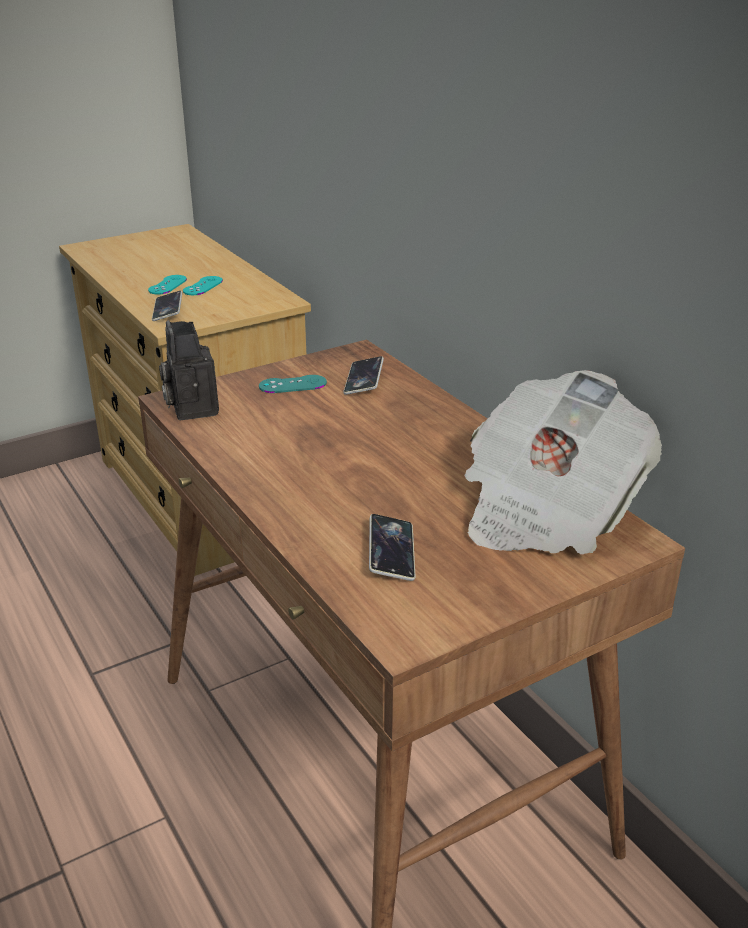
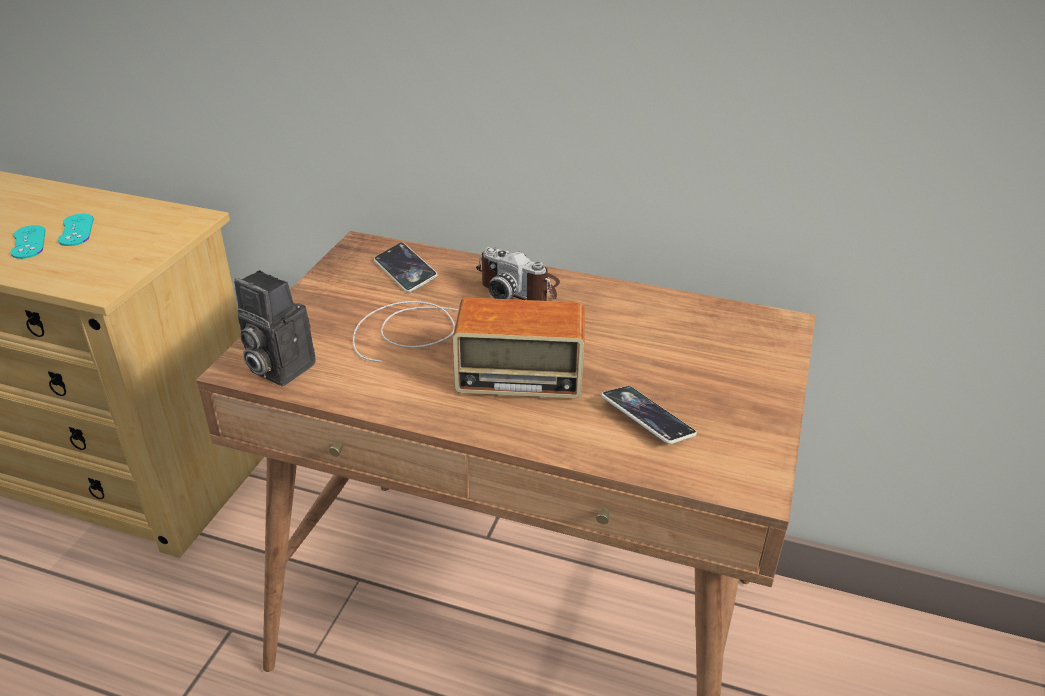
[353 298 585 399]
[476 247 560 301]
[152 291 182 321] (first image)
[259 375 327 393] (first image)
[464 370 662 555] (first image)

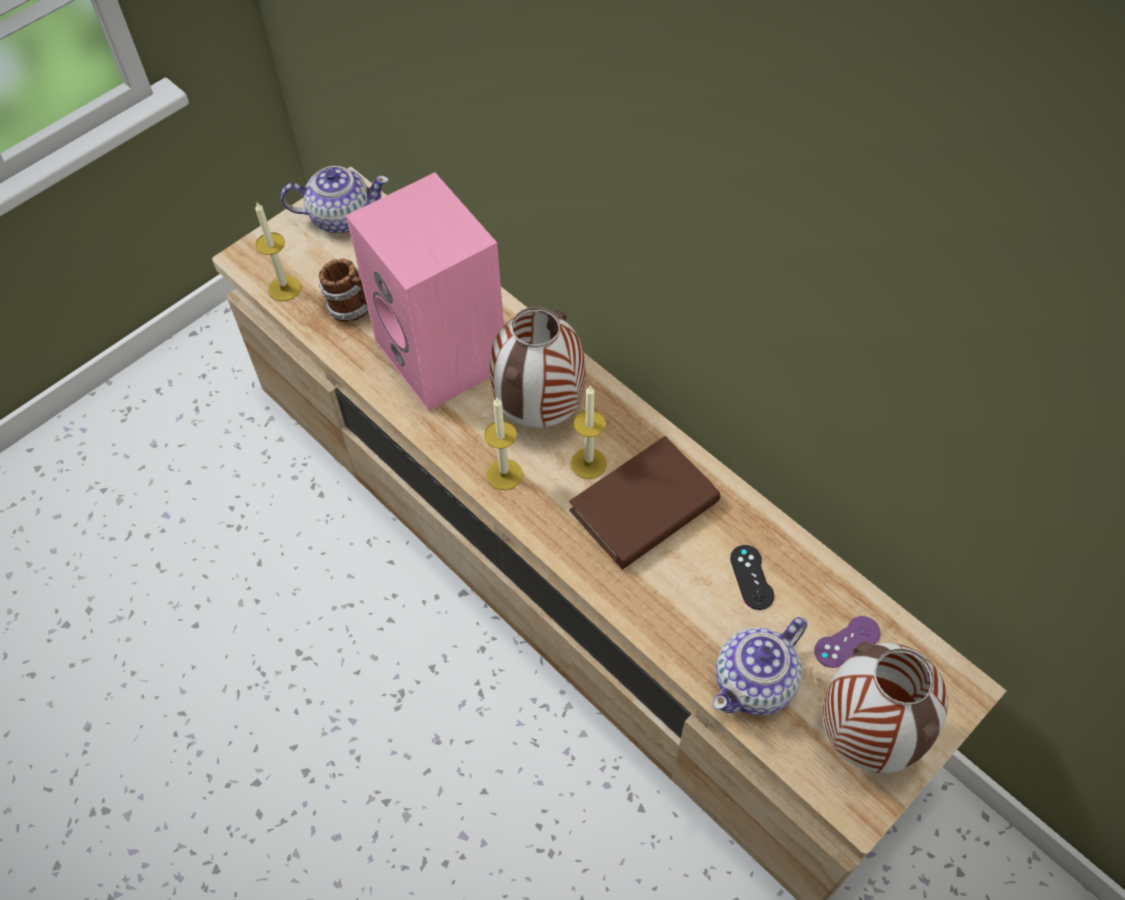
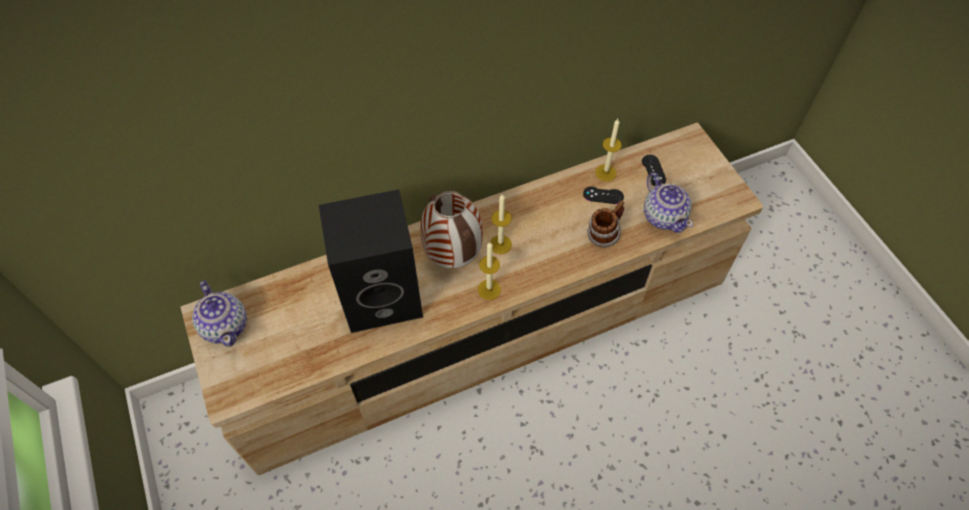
[192 281 247 347]
[319 189 423 333]
[587 200 624 248]
[595 119 622 181]
[642 155 666 186]
[569 436 720 569] (first image)
[822 641 948 773] (first image)

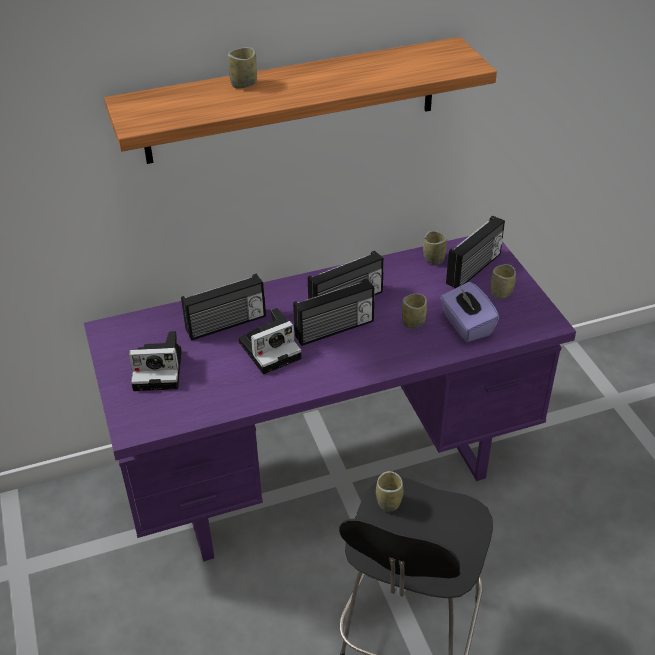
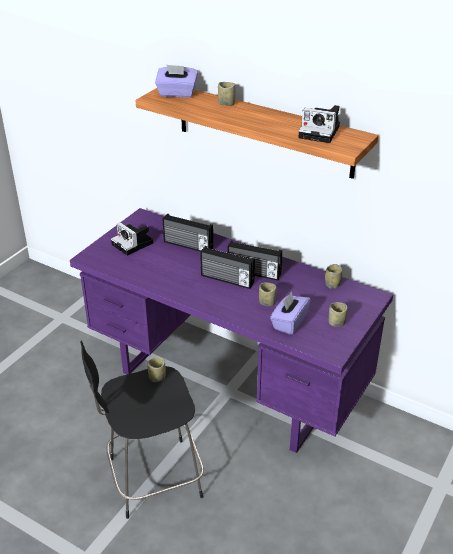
[155 65 198 98]
[298 105 340 143]
[446 215 505 288] (first image)

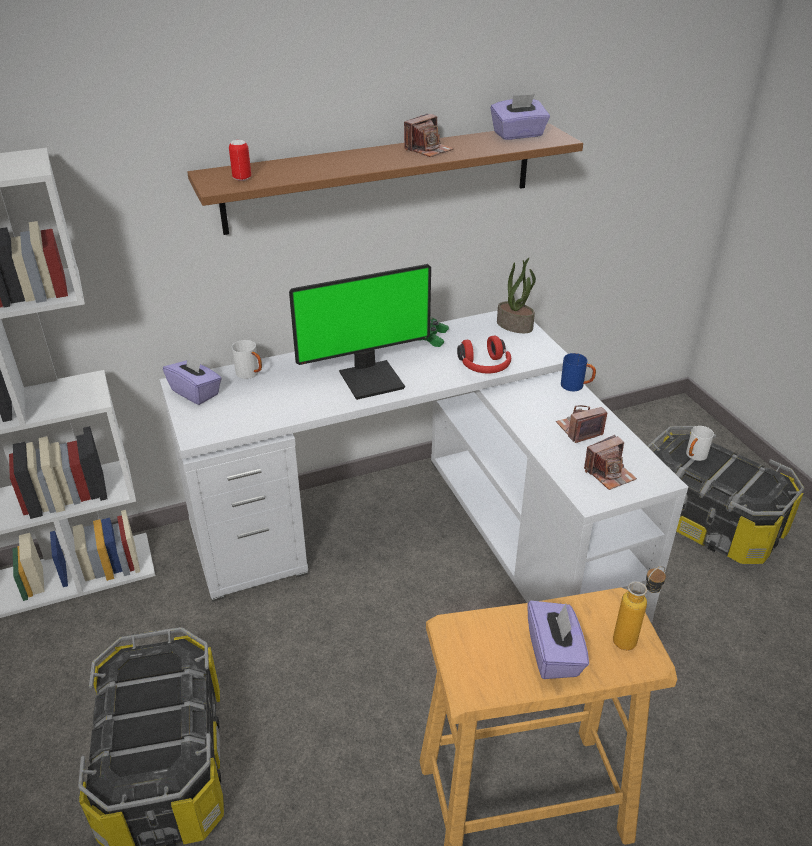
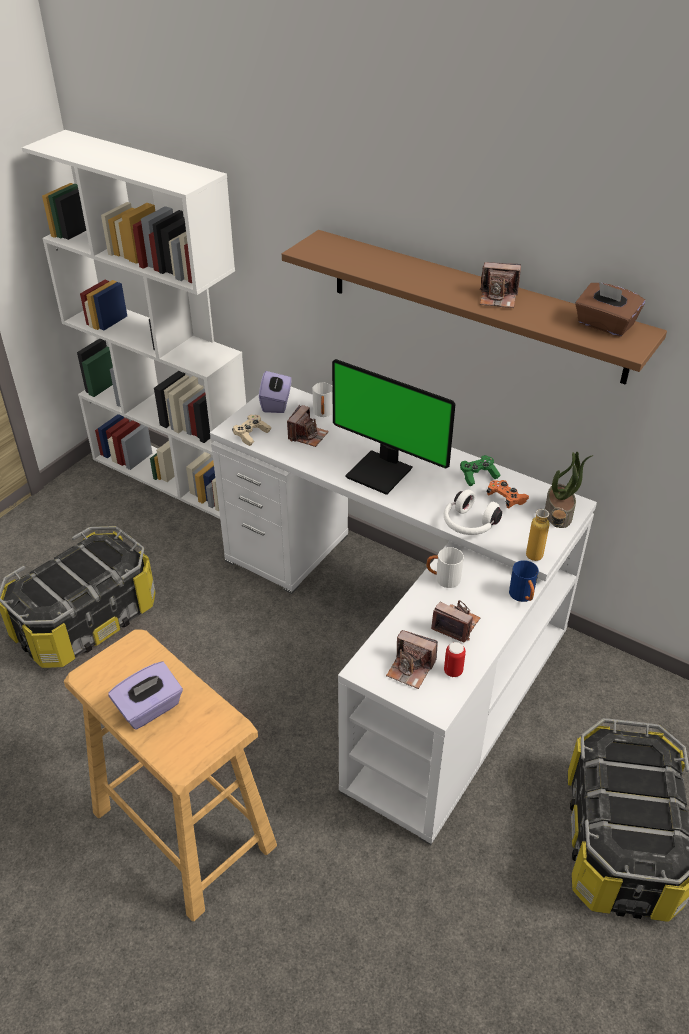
[232 415 271 446]
[287 405 329 447]
[427 547 464 588]
[444 489 502 535]
[444 642 466 677]
[487 480 529 509]
[526 508 567 561]
[575 282 645 337]

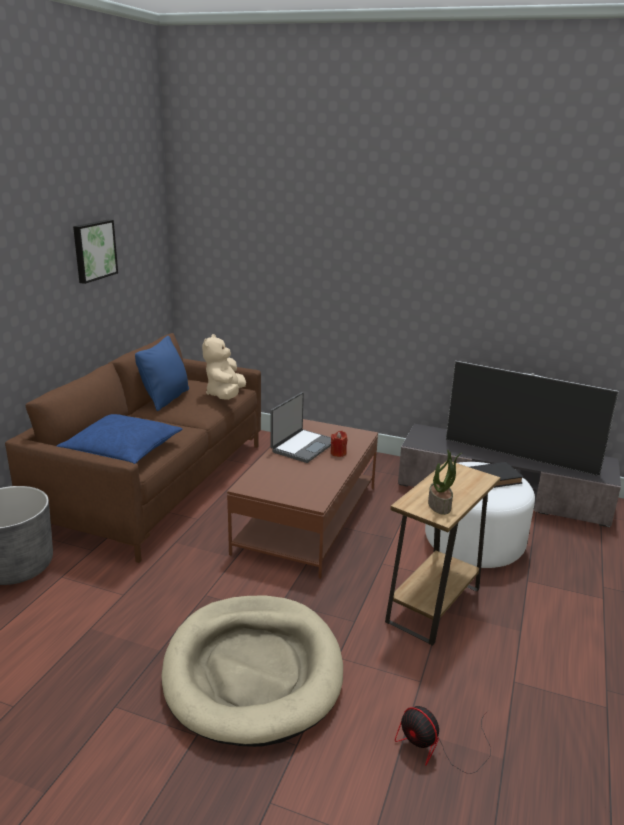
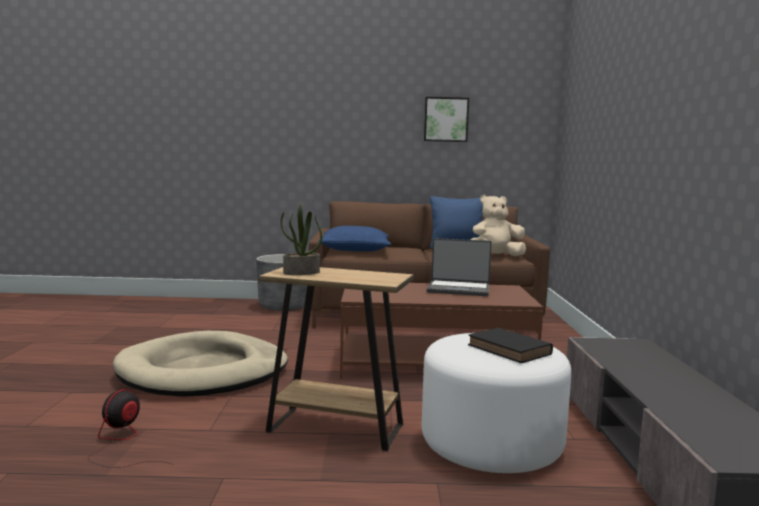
[331 431 347 457] (first image)
[446 361 619 476] (first image)

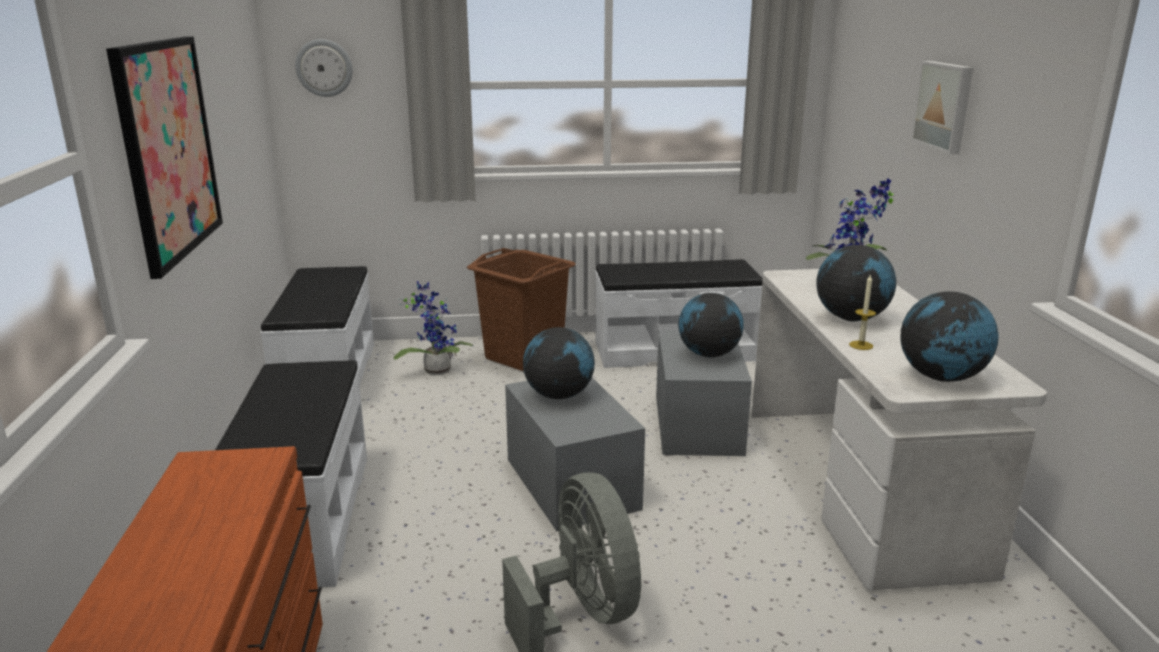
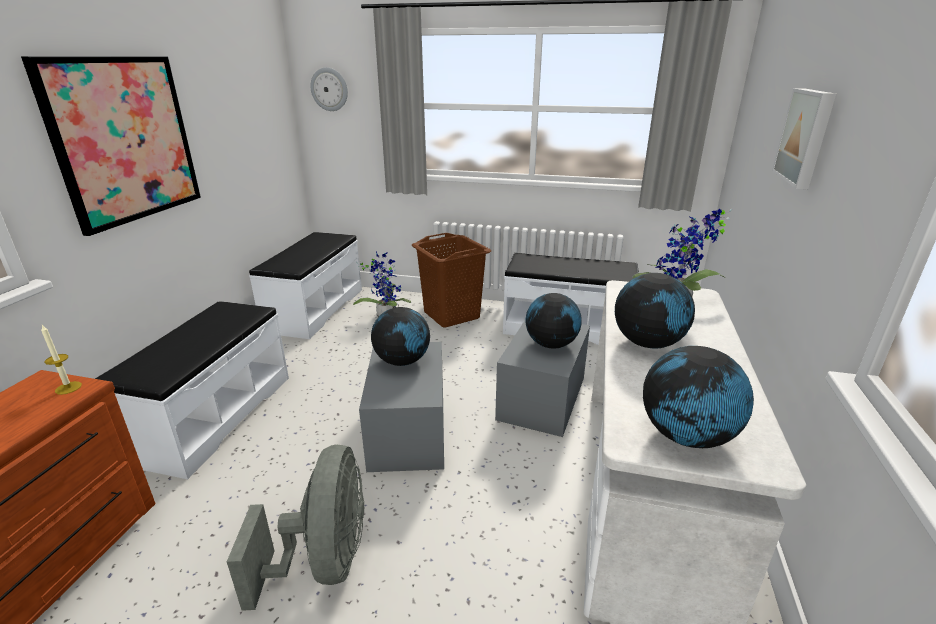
[41 325 82 395]

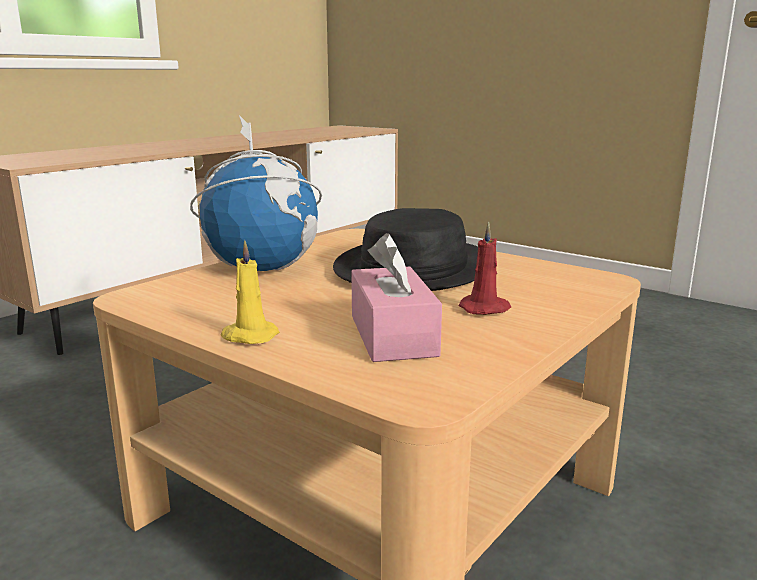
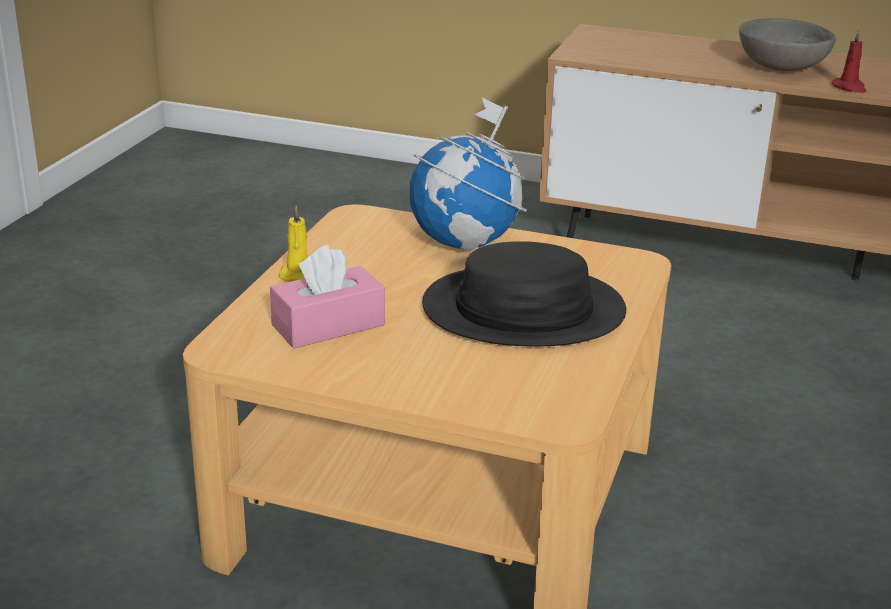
[739 18 836 71]
[832 30 866 93]

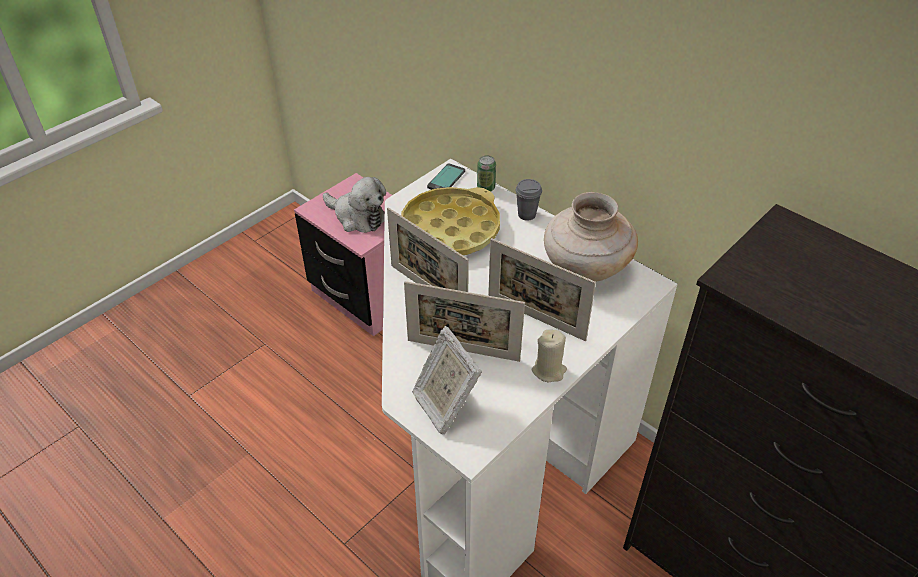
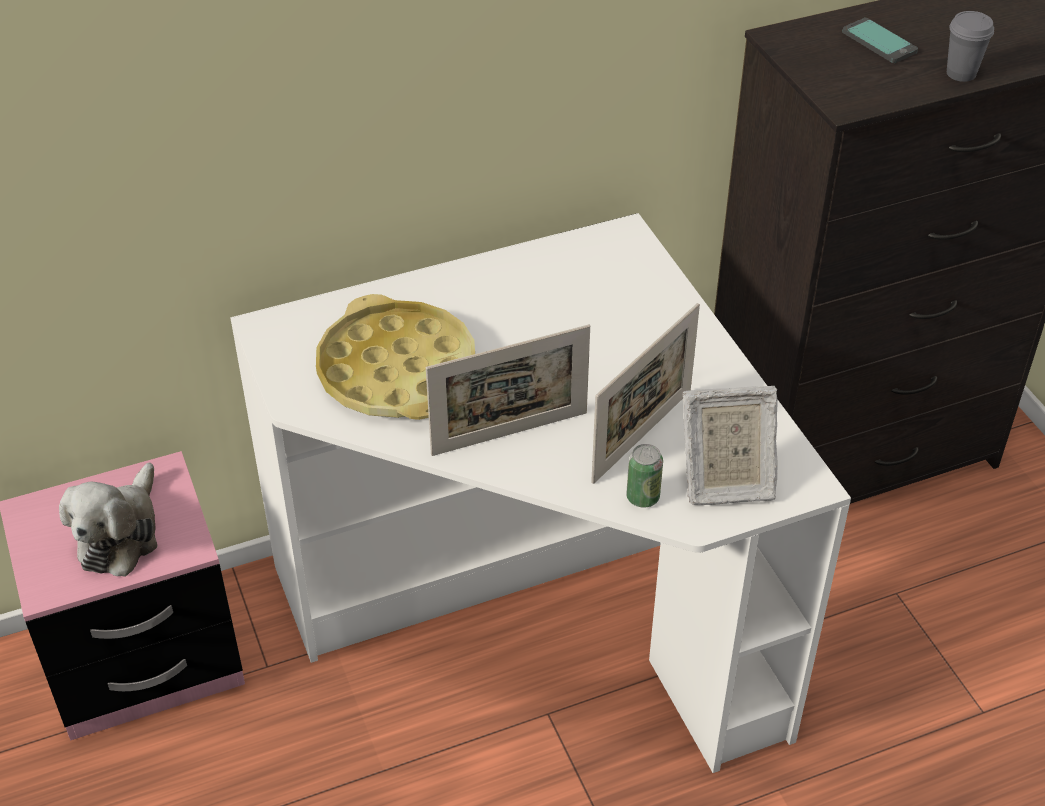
[59 463 158 577]
[626 444 663 508]
[842 18 918 63]
[947 11 994 82]
[488 238 596 341] (first image)
[532 330 567 382] (first image)
[544 192 638 282] (first image)

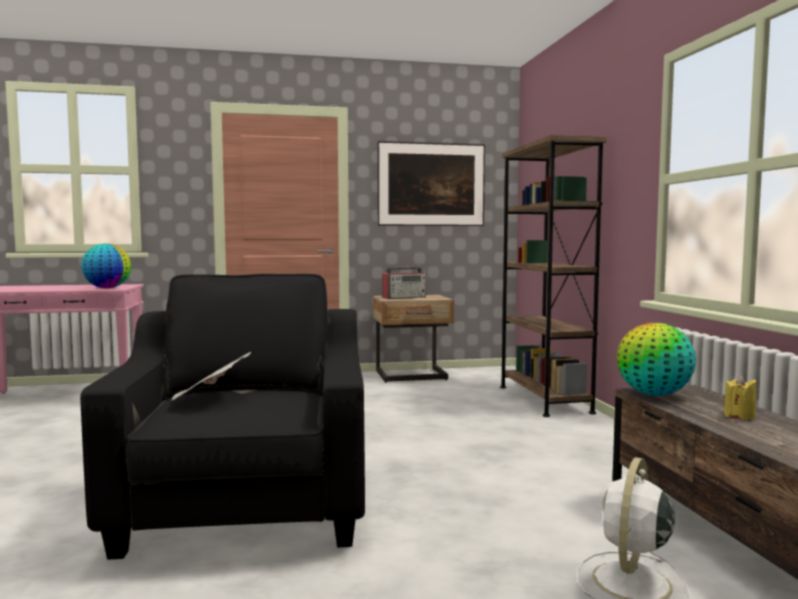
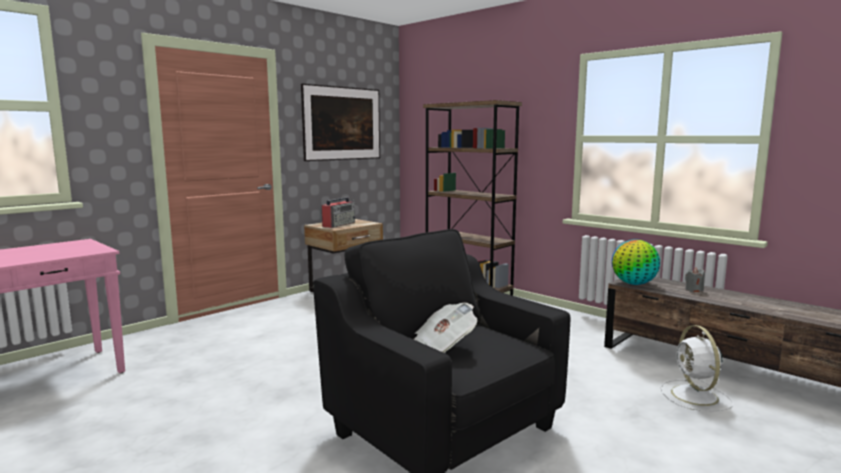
[685 268 705 292]
[81 243 131 289] (first image)

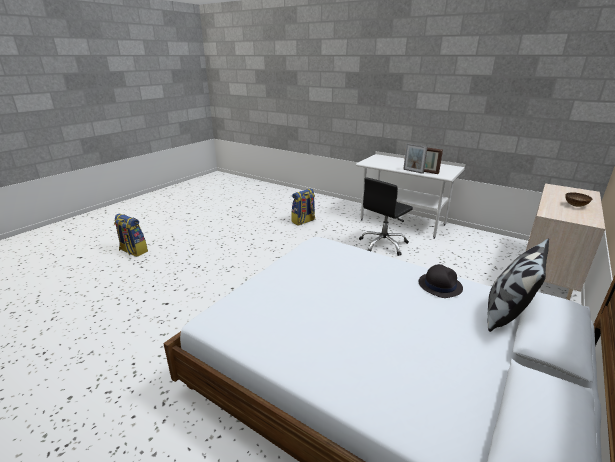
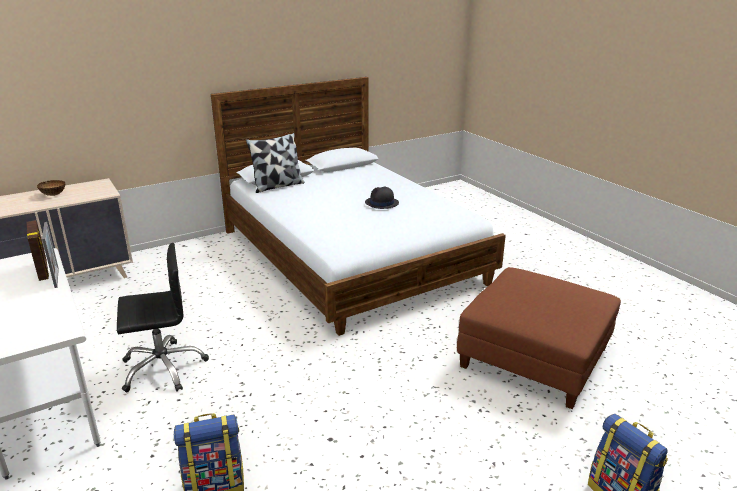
[365 187 399 209]
[457 267 621 409]

